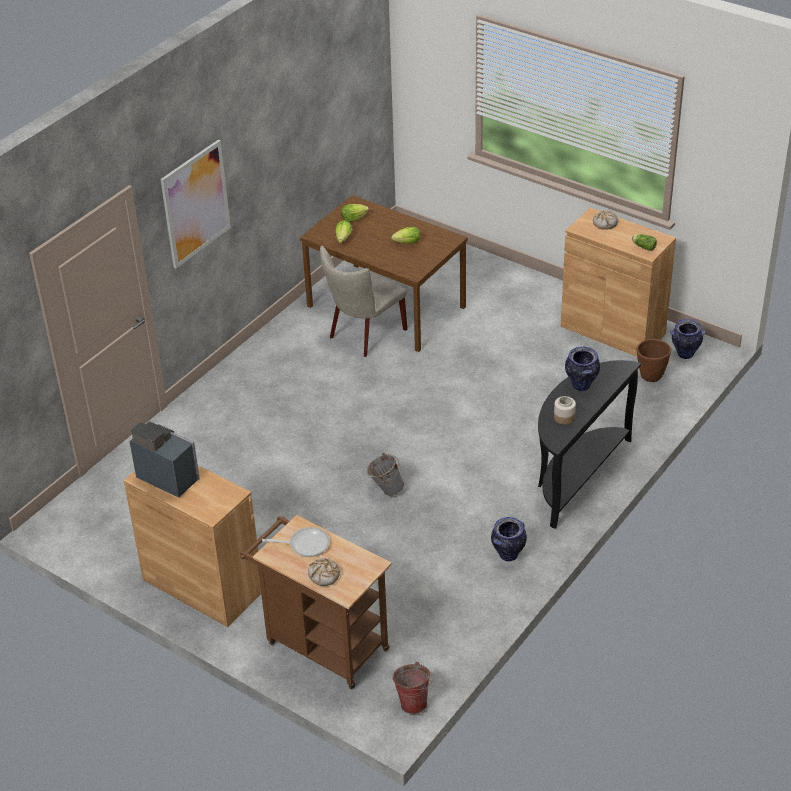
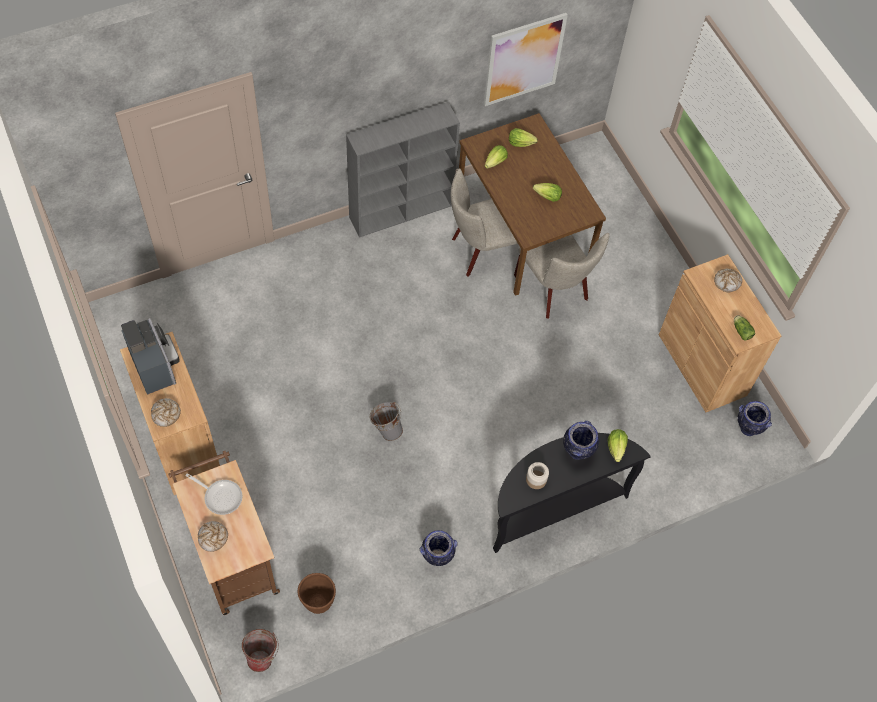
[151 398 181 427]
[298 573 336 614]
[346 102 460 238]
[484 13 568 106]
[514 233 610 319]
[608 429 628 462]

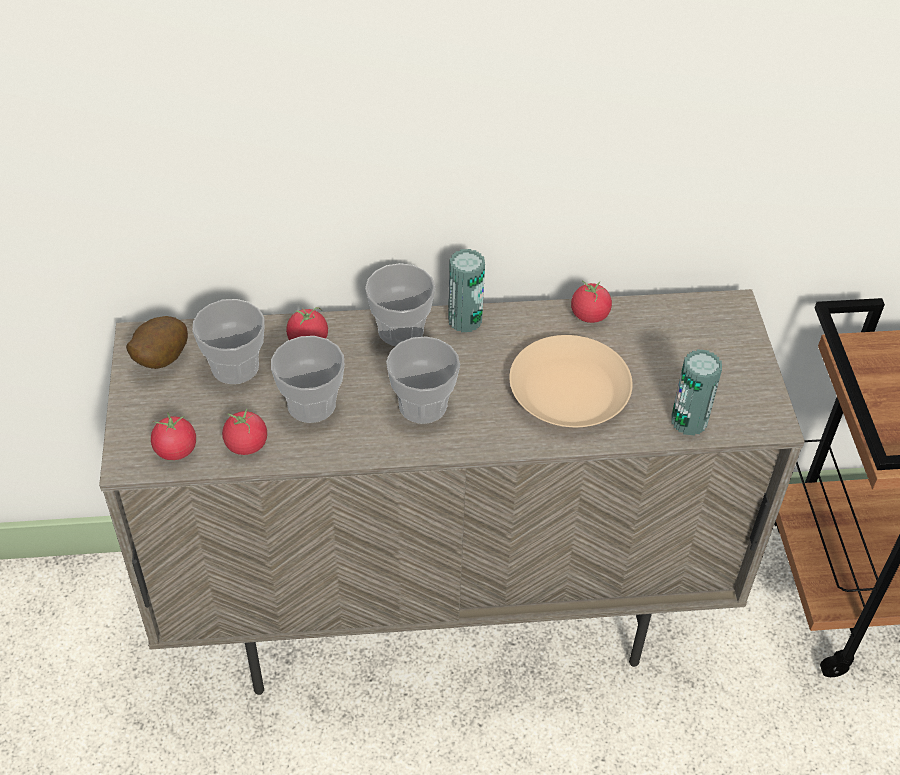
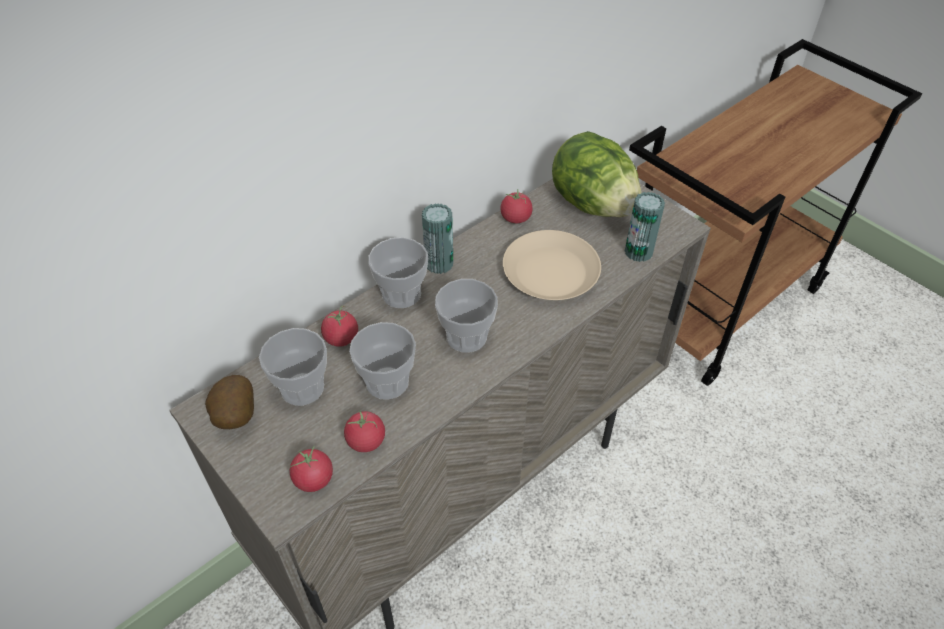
[552 131 642 217]

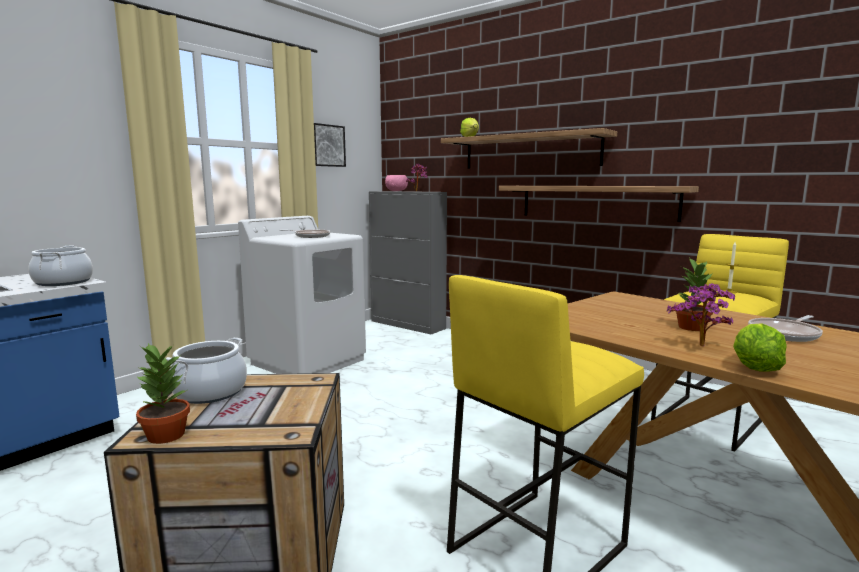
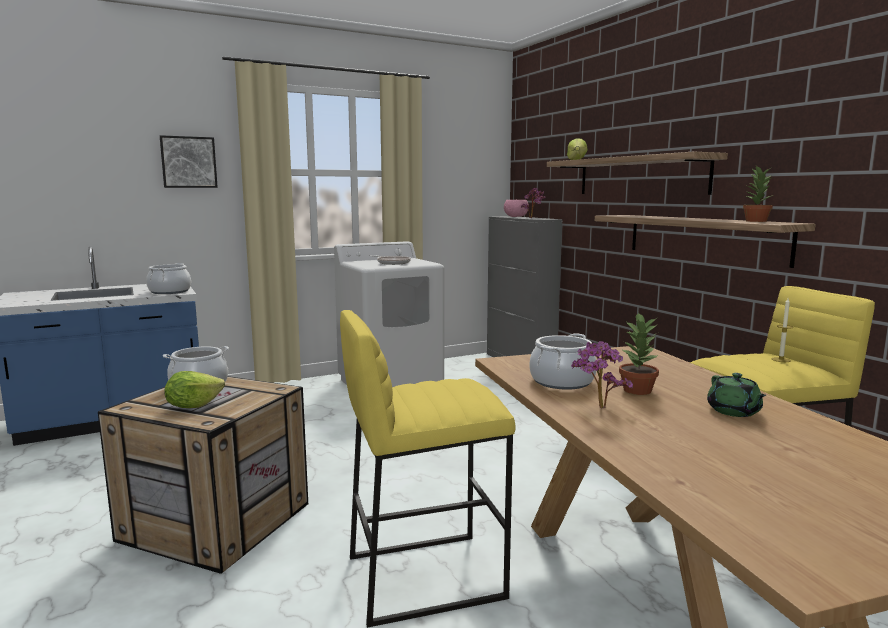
[160 135 218 188]
[164 371 225 408]
[529 333 597 390]
[707 373 767 417]
[743 166 773 222]

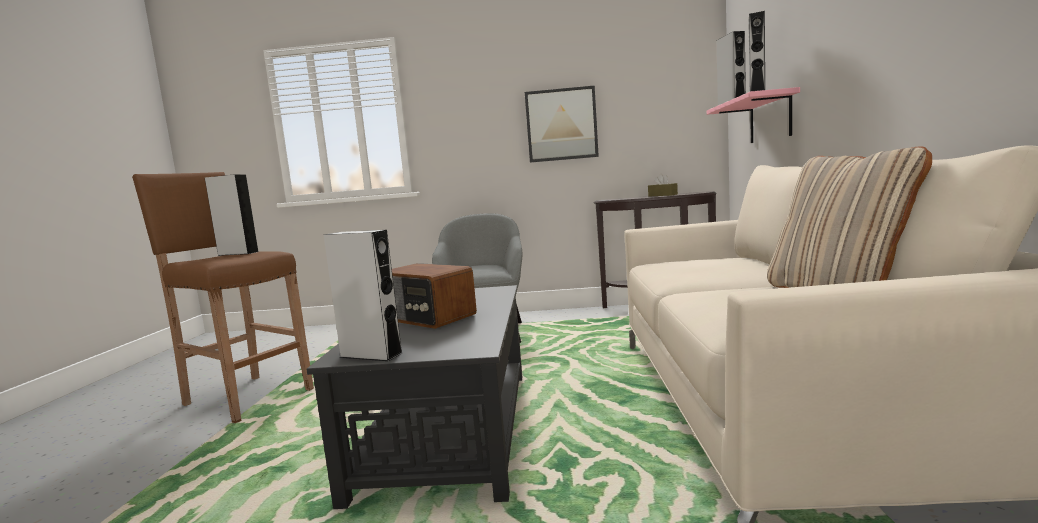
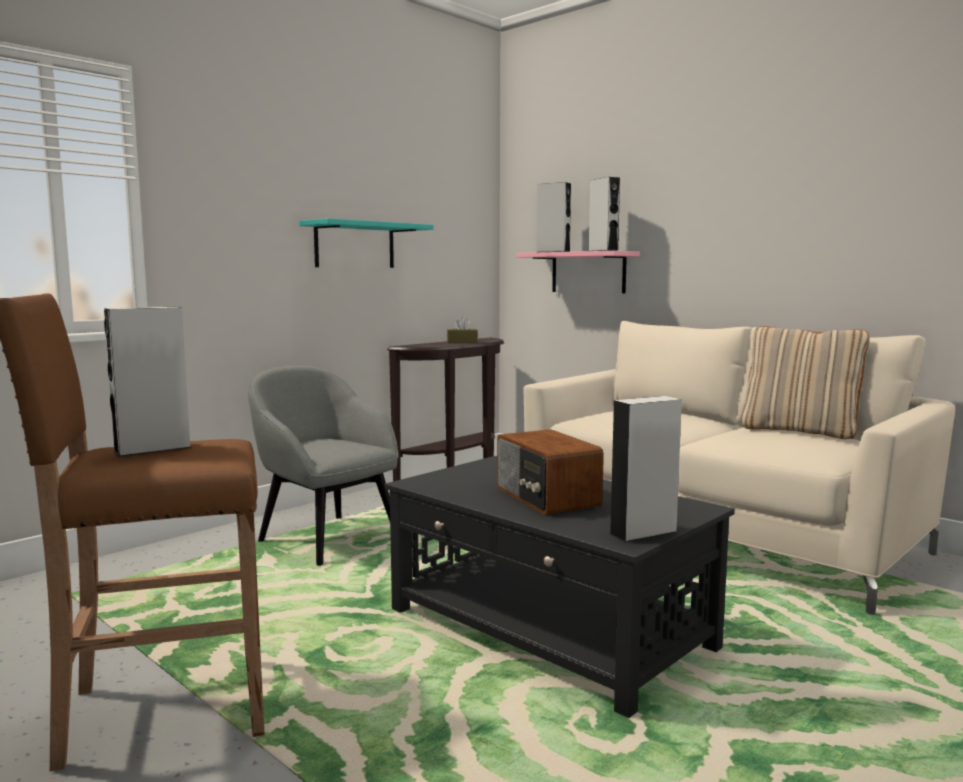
[299 218 433 268]
[497 429 604 515]

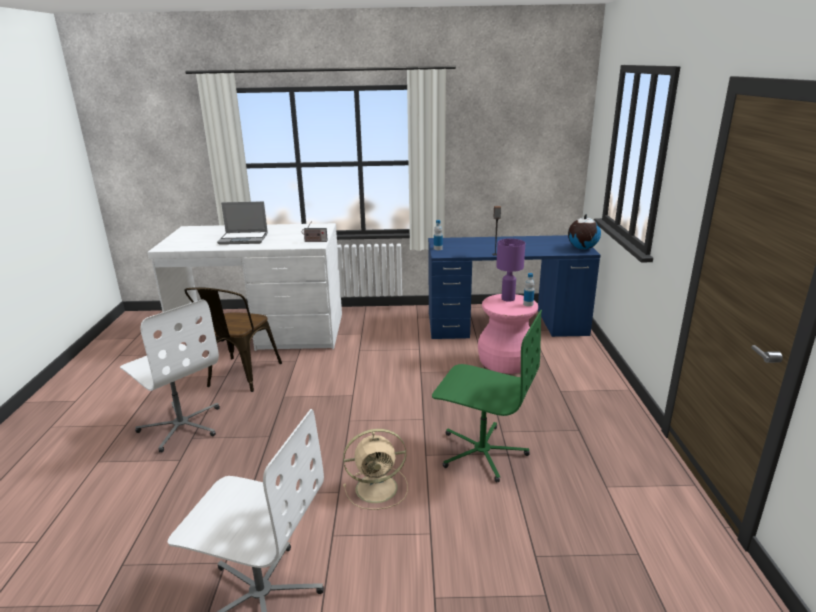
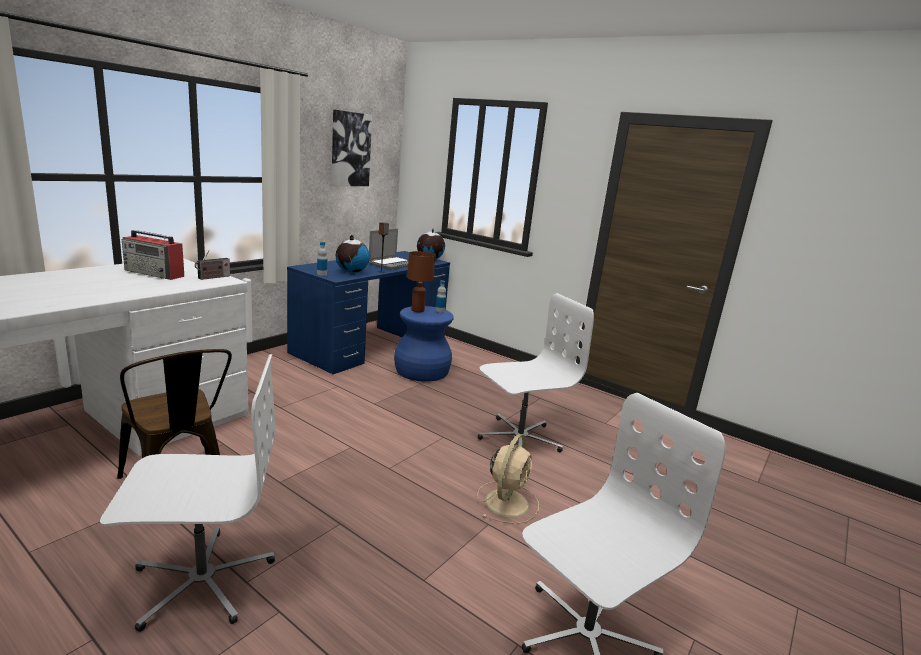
[122 230 184 280]
[331 110 372 186]
[336 235 370 273]
[368 229 408 270]
[394 306 454 382]
[407 251 436 312]
[478 293 594 453]

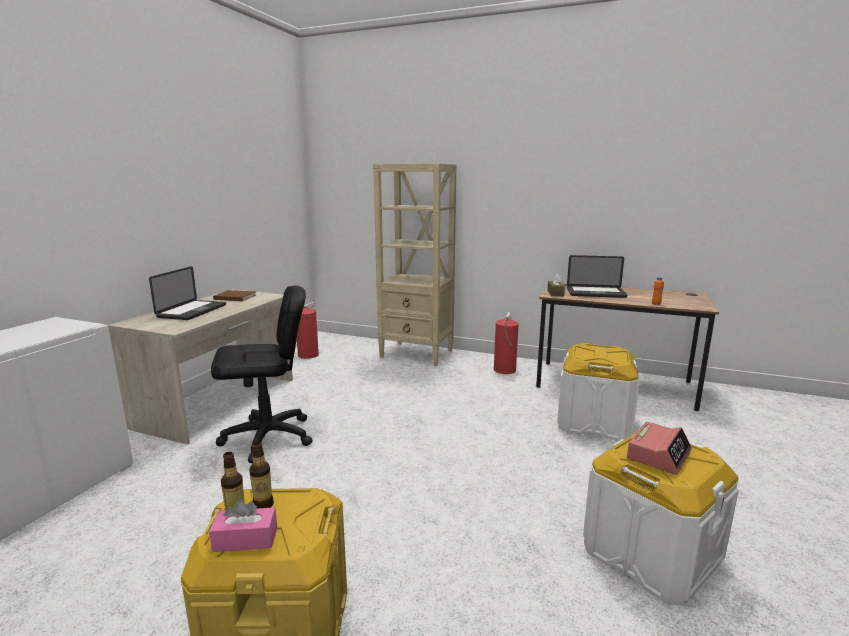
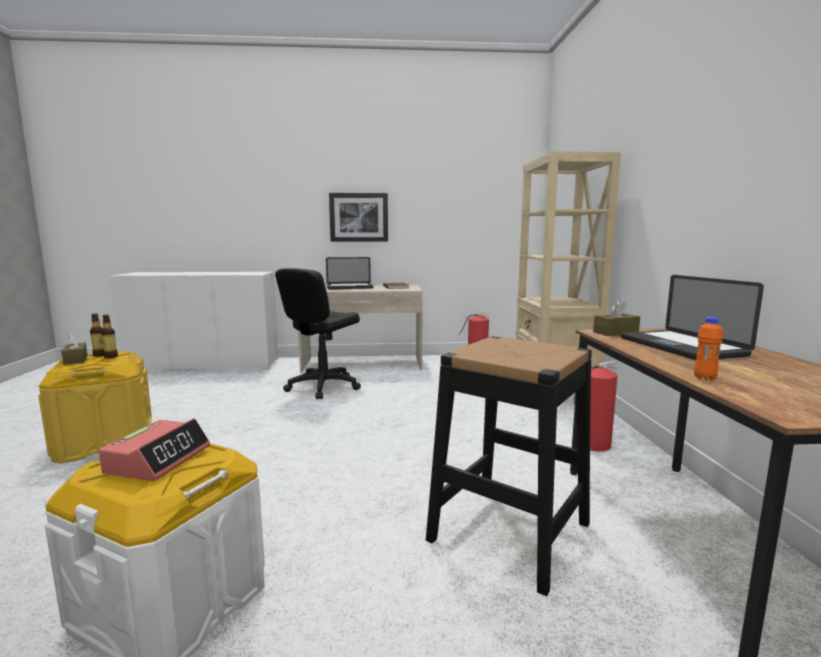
[61 333 88 365]
[99 418 210 481]
[275 268 361 399]
[329 193 388 242]
[426 336 592 596]

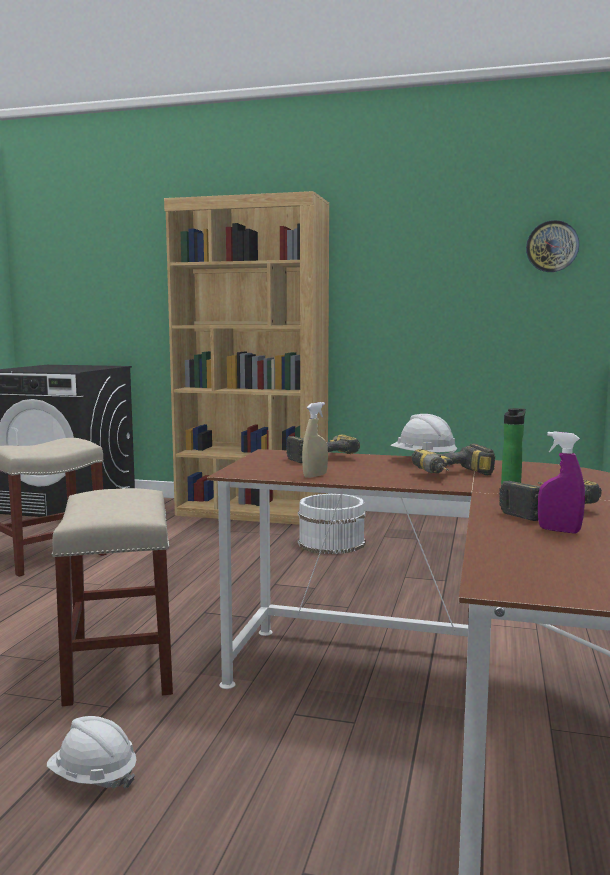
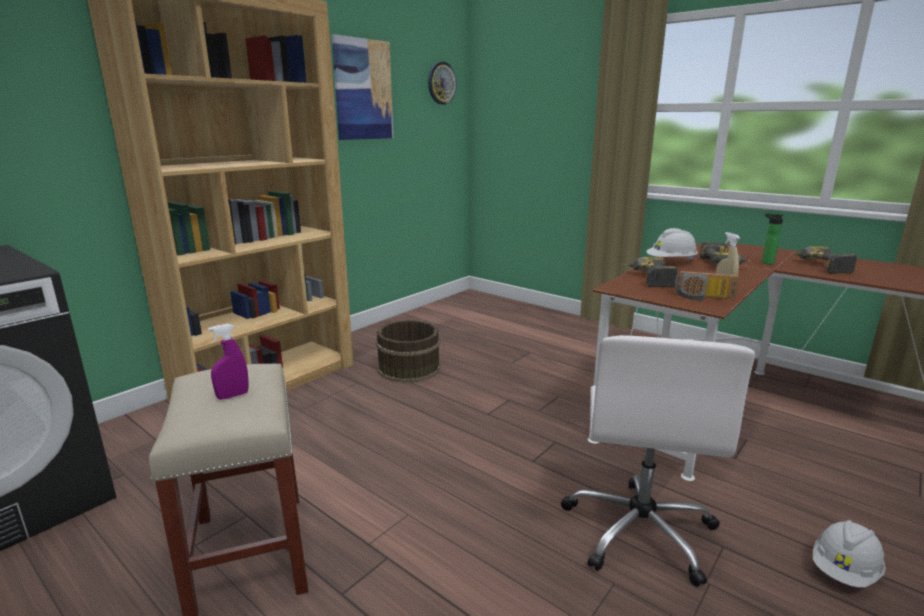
[208 324 249 400]
[332 34 393 140]
[376 320 441 383]
[561 335 755 587]
[675 271 739 300]

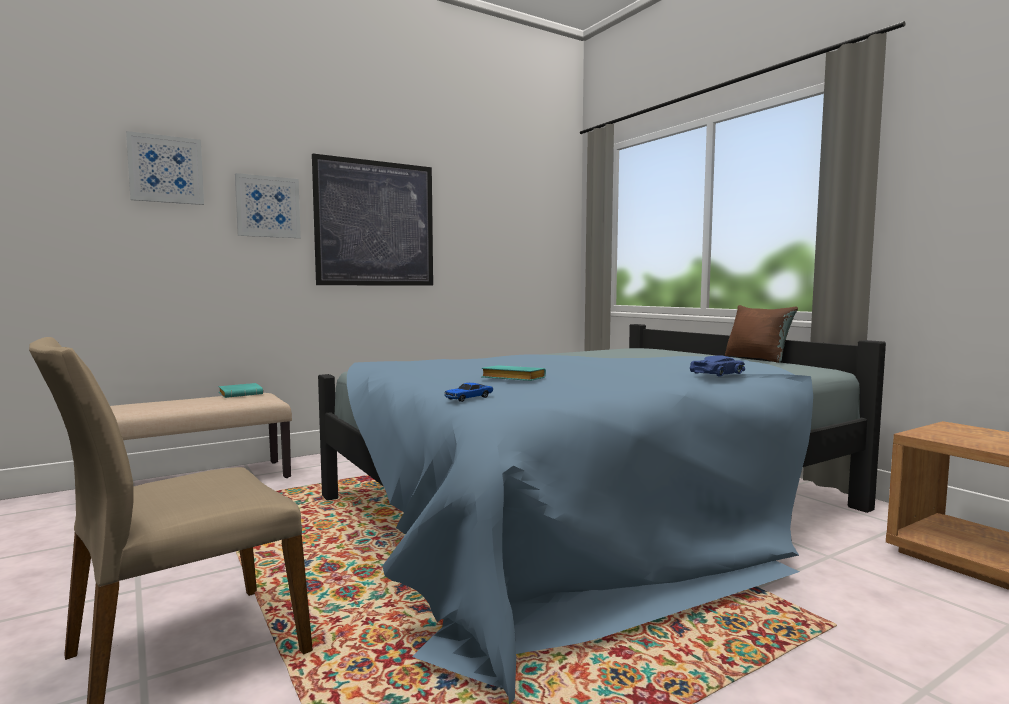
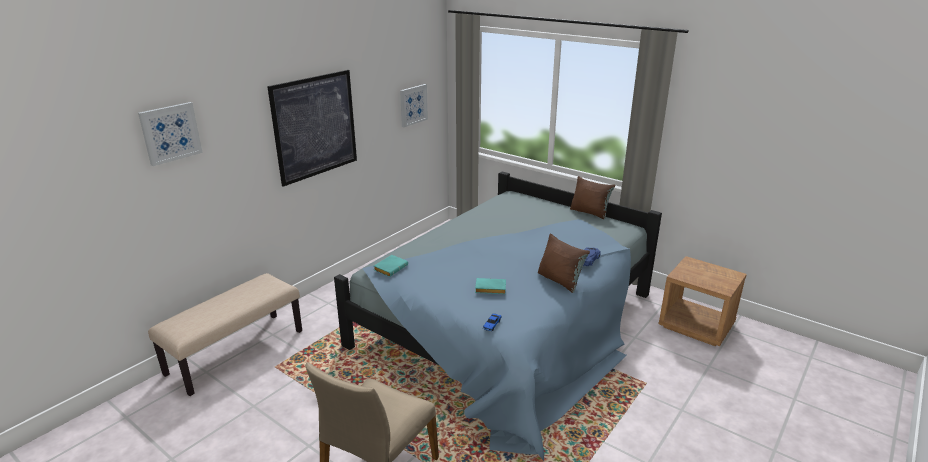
[374 255 408 277]
[400 84 428 127]
[538 233 590 293]

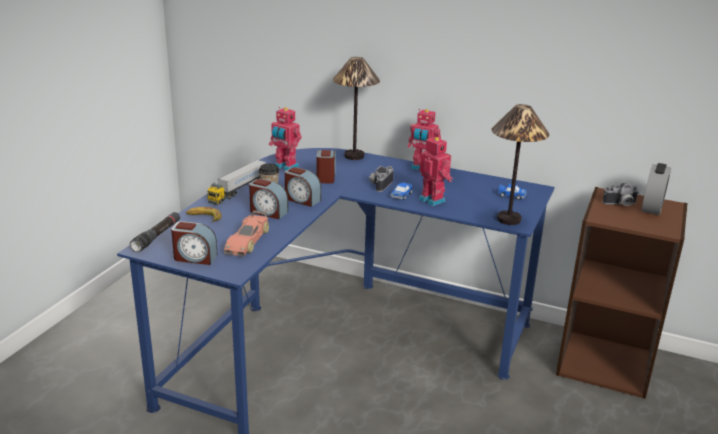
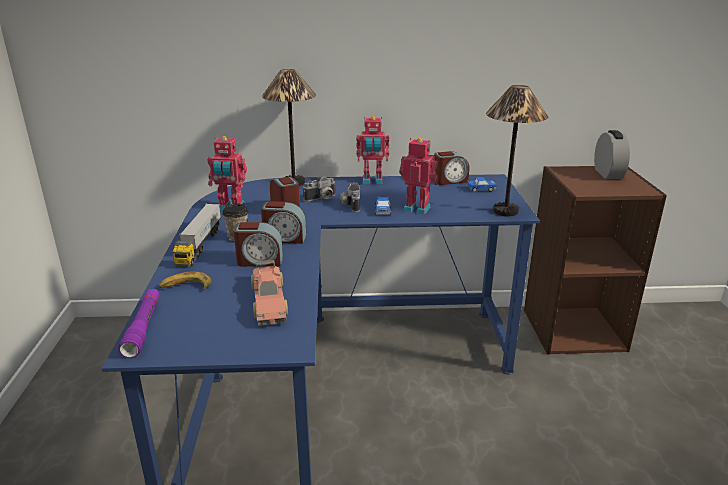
[118 289 160 358]
[303 177 337 202]
[434 151 469 185]

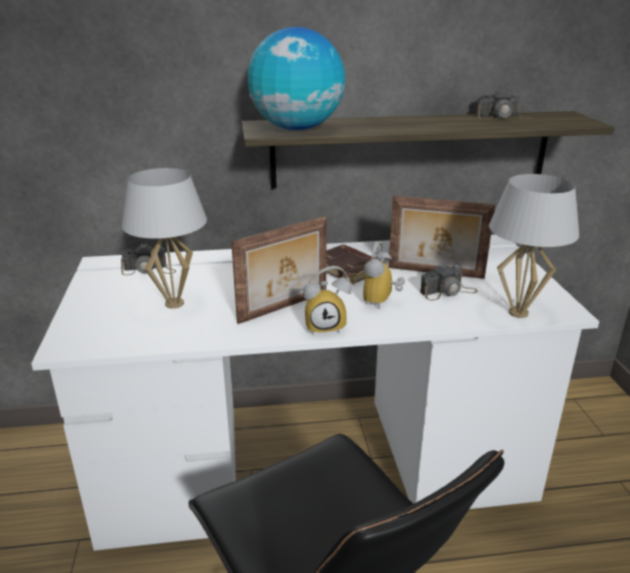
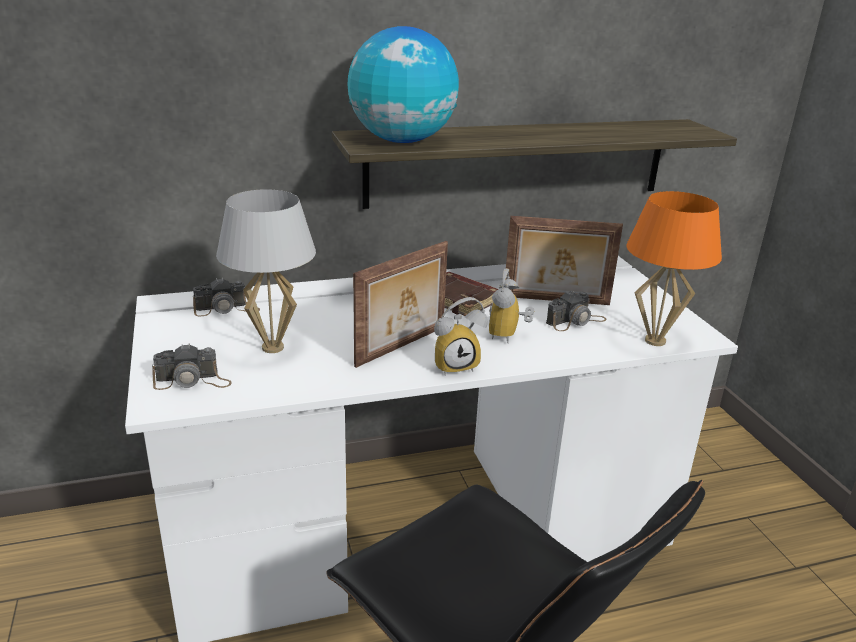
[152 343 232 390]
[626 191 722 346]

